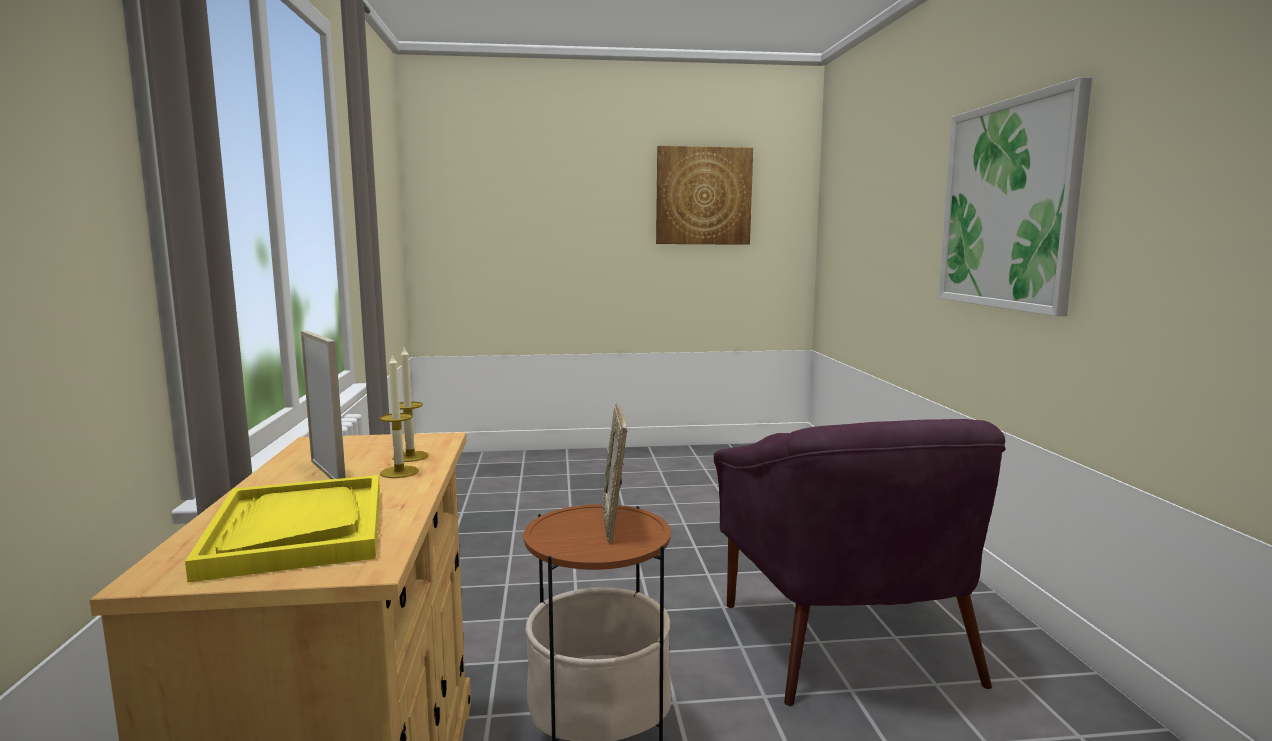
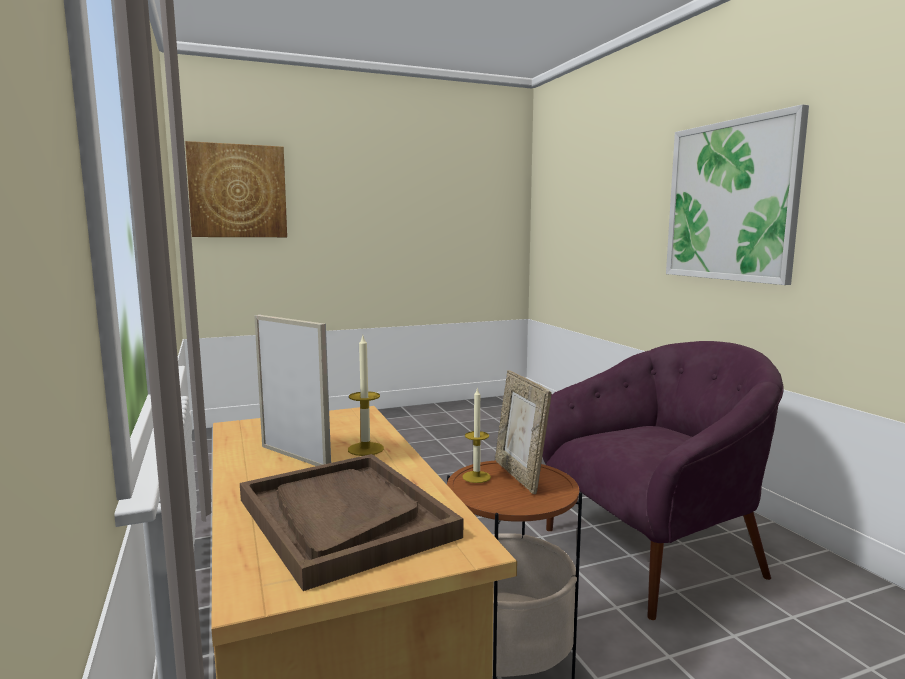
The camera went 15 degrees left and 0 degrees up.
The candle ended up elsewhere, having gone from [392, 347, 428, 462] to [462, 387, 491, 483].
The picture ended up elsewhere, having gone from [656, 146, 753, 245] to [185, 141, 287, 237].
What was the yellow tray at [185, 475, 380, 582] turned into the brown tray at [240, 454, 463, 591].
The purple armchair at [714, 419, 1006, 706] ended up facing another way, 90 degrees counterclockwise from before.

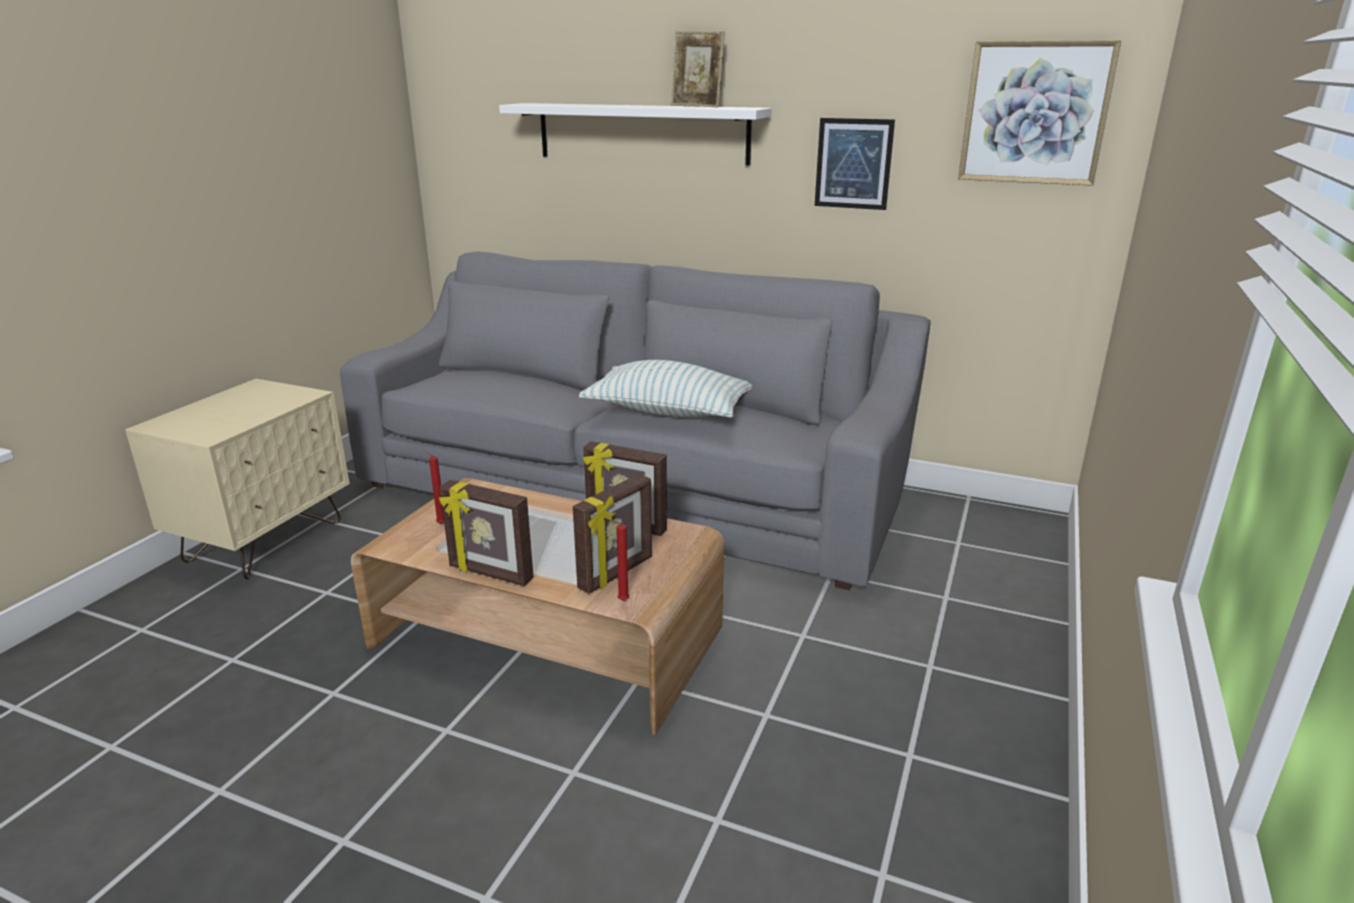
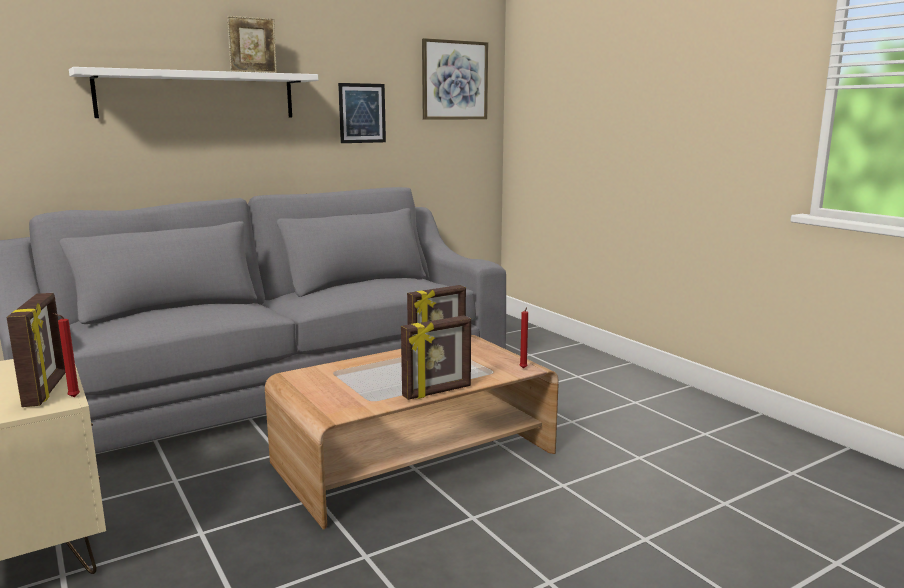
The camera went 55 degrees left and 10 degrees down.
The second view lost the pillow at [579, 360, 752, 418].
The red candle ended up elsewhere, having gone from [424, 451, 444, 524] to [52, 313, 80, 398].
The picture frame ended up elsewhere, having gone from [573, 474, 652, 594] to [7, 293, 65, 407].

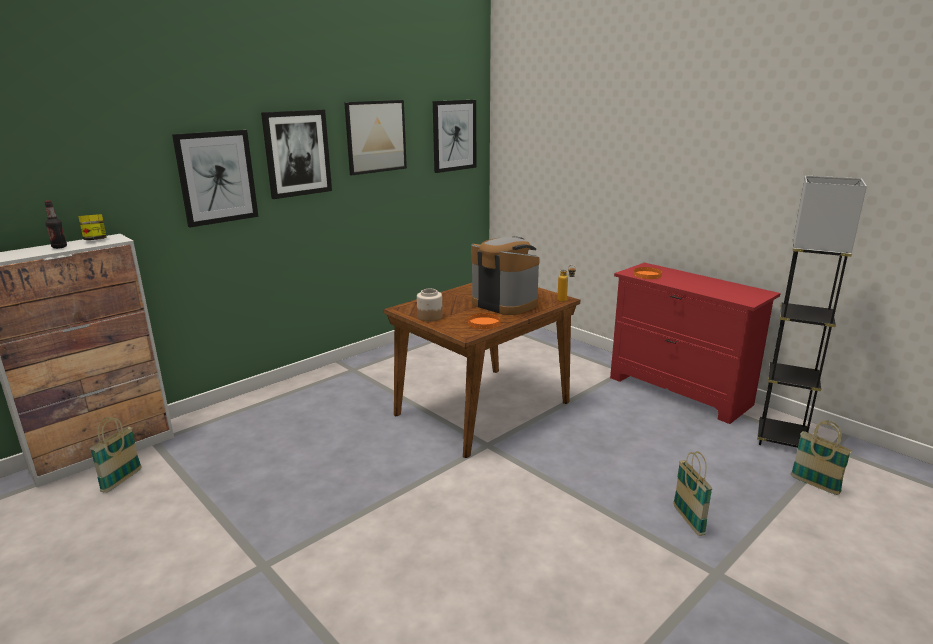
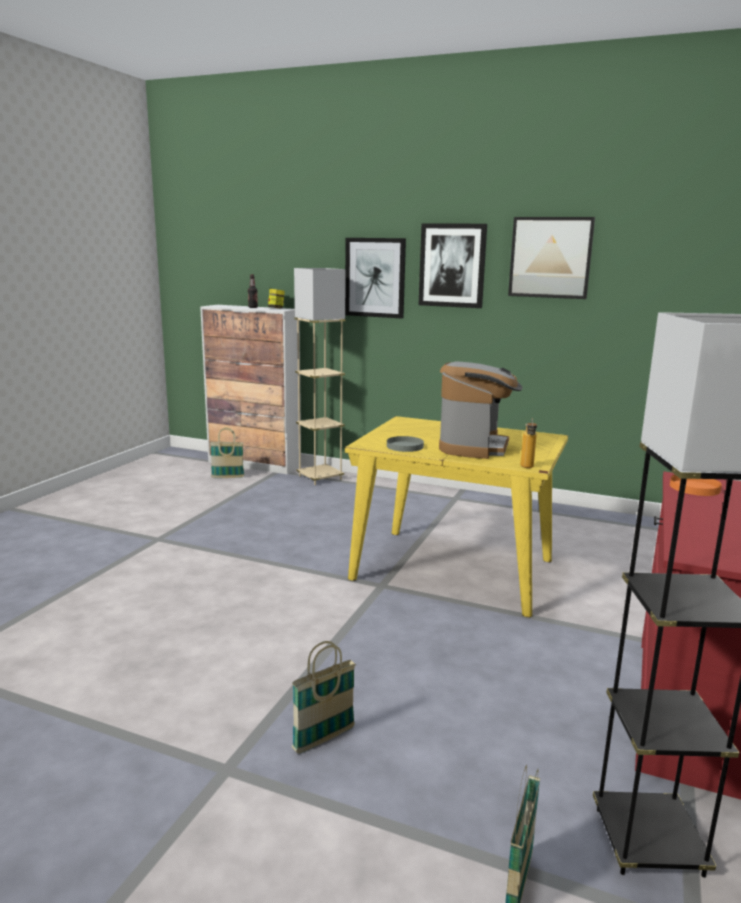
The camera went 65 degrees right and 5 degrees down.
The second view lost the jar at [417, 289, 443, 321].
The second view lost the picture at [433, 100, 476, 173].
The second view gained the beige floor lamp at [294, 268, 346, 485].
What was the brown dining table at [384, 283, 580, 458] turned into the yellow dining table at [345, 416, 568, 617].
What was the orange plate at [468, 313, 500, 329] turned into the grey plate at [387, 436, 424, 452].

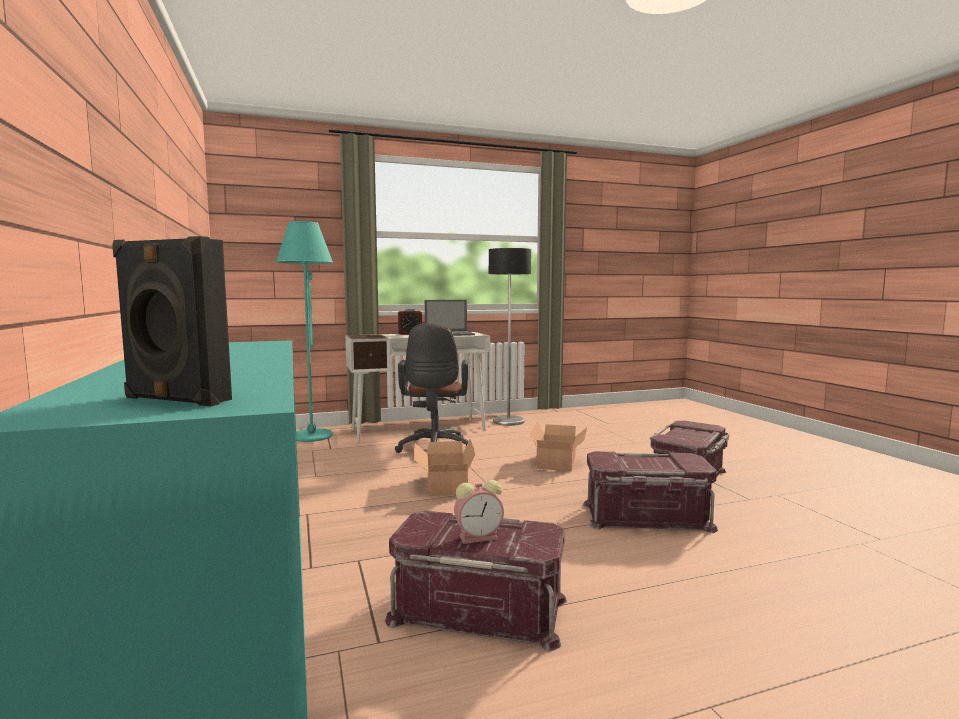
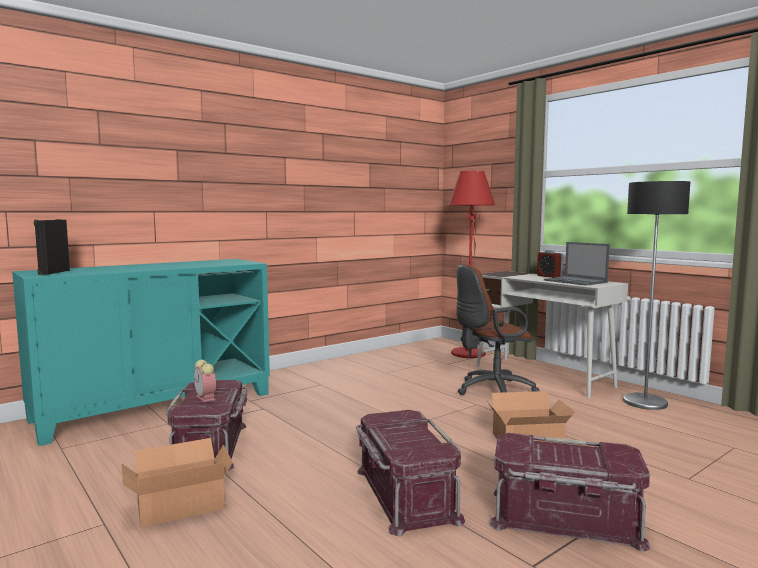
The camera went 70 degrees right and 0 degrees up.
The cardboard box ended up elsewhere, having gone from [414, 438, 475, 496] to [122, 438, 233, 528].
What was the turquoise floor lamp at [276, 221, 334, 442] turned into the red floor lamp at [448, 171, 495, 358].

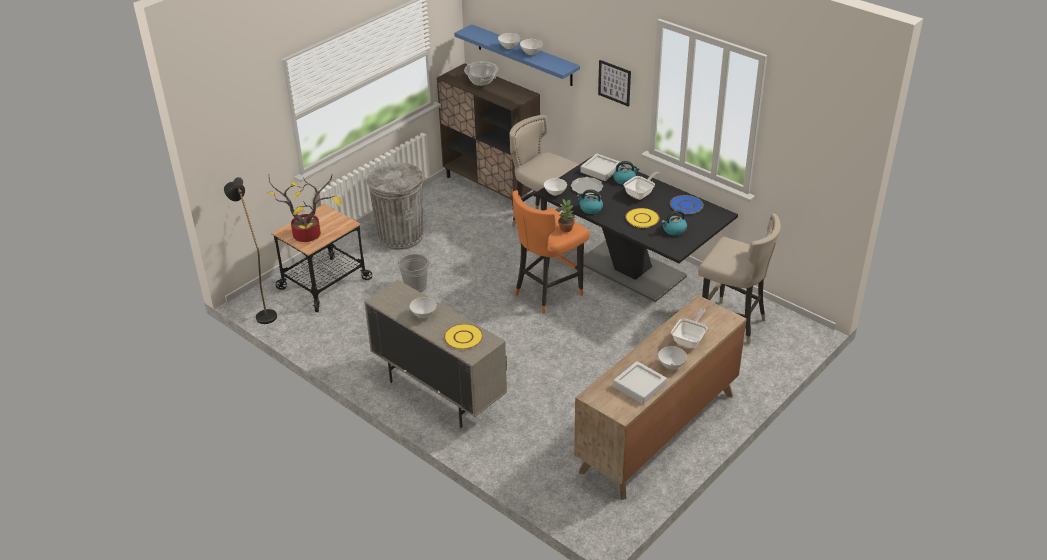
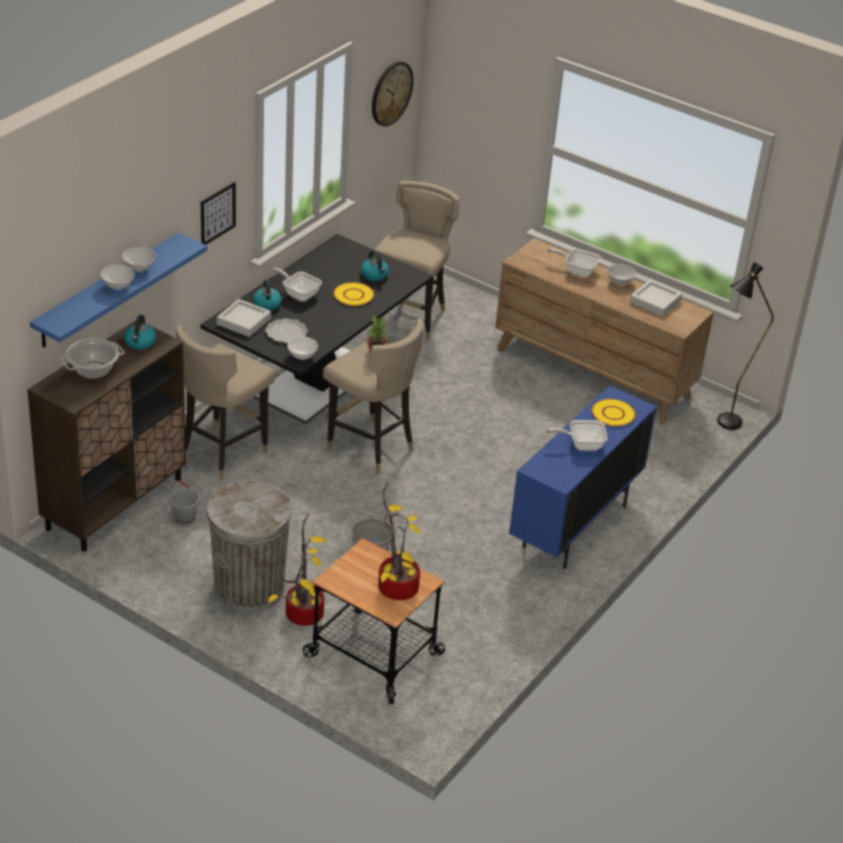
The camera went 100 degrees left and 0 degrees up.
The second view lost the blue plate at [670, 195, 703, 214].
The second view gained the grey bucket at [169, 481, 200, 524].
The second view gained the potted plant at [268, 513, 327, 626].
The second view gained the wall clock at [372, 61, 413, 126].
The black floor lamp ended up elsewhere, having gone from [224, 177, 277, 324] to [717, 262, 774, 430].
The kettle ended up elsewhere, having gone from [576, 189, 603, 214] to [124, 315, 156, 350].
Where the white bowl stood at [410, 297, 437, 318], the frying pan came to stand at [545, 420, 607, 451].
What was the beige cabinet at [364, 280, 507, 428] turned into the blue cabinet at [509, 385, 657, 569].
What was the orange stool at [512, 190, 590, 314] turned into the beige stool at [323, 318, 423, 474].

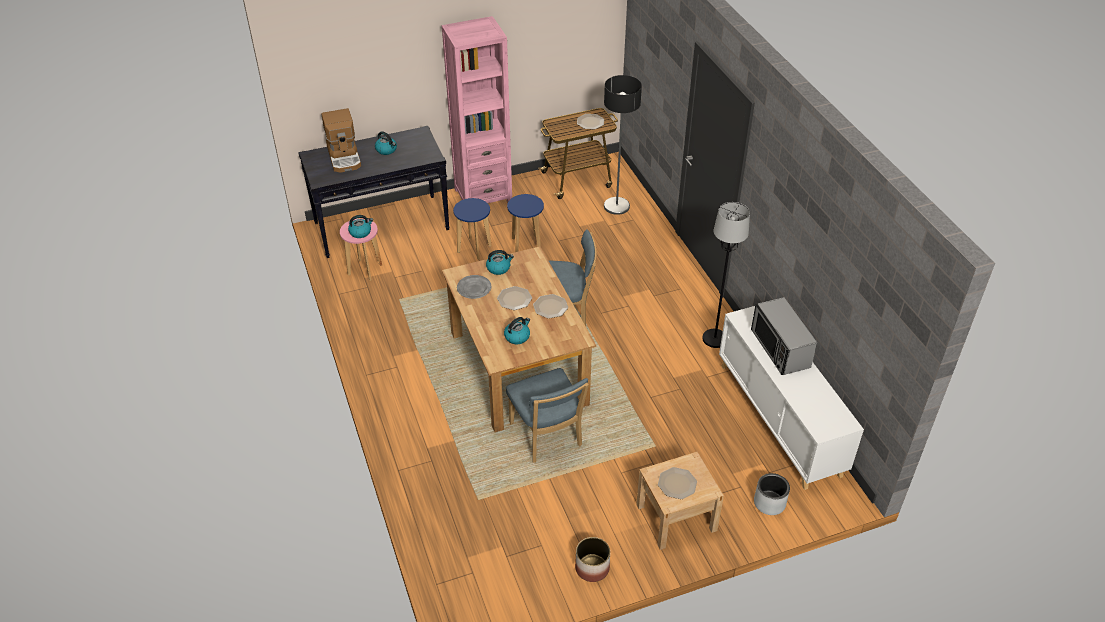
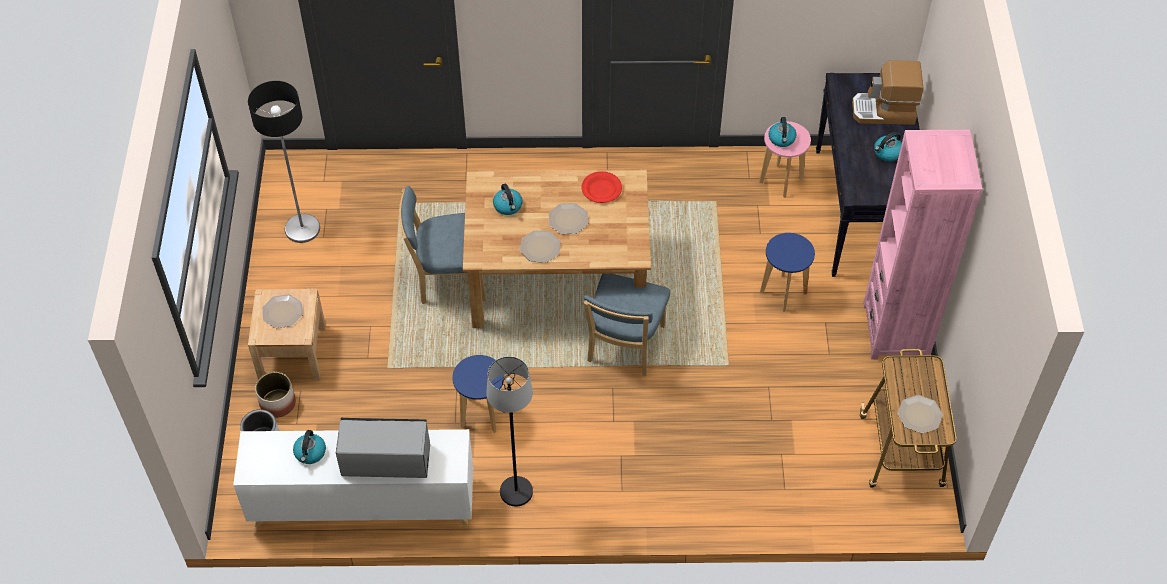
The camera went 110 degrees right and 10 degrees up.
The kettle ended up elsewhere, having gone from [486, 250, 514, 275] to [293, 430, 326, 464].
The blue stool ended up elsewhere, having gone from [507, 194, 544, 252] to [452, 355, 504, 433].
The planter ended up elsewhere, having gone from [575, 537, 610, 582] to [255, 372, 296, 418].
The floor lamp ended up elsewhere, having gone from [604, 75, 642, 215] to [248, 81, 320, 243].
What was the grey plate at [457, 275, 491, 299] turned into the red plate at [582, 171, 622, 203].

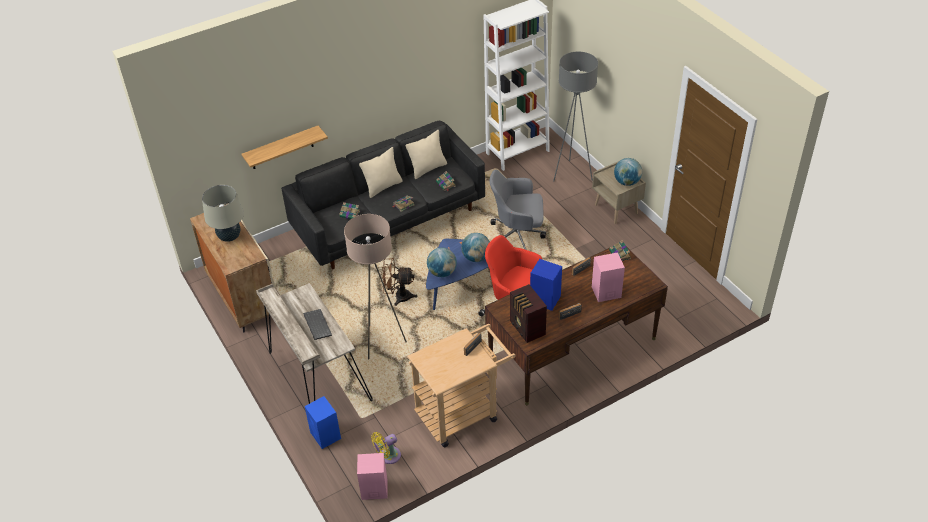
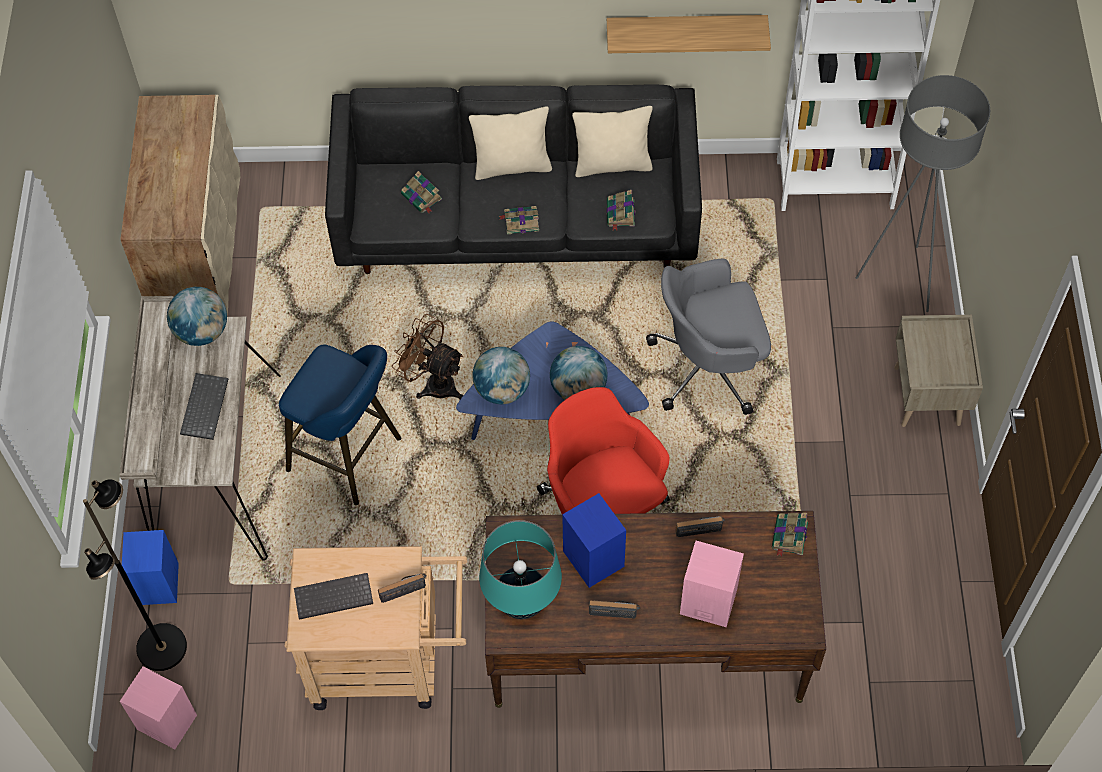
The camera went 30 degrees right and 15 degrees up.
The second view lost the beige table lamp at [202, 185, 244, 242].
The second view lost the yellow fan at [371, 432, 401, 464].
The second view gained the black floor lamp at [83, 479, 187, 671].
The second view gained the keyboard at [294, 573, 373, 620].
The shelf ended up elsewhere, having gone from [242, 126, 328, 169] to [607, 15, 771, 53].
The globe ended up elsewhere, having gone from [614, 158, 642, 186] to [167, 287, 227, 346].
Where the beige floor lamp stood at [344, 214, 407, 360], the blue stool came to stand at [279, 344, 401, 505].
Where the radio stood at [510, 284, 547, 343], the turquoise table lamp came to stand at [479, 520, 562, 619].
The grey office chair at [489, 170, 546, 250] ended up facing another way, 45 degrees counterclockwise from before.

